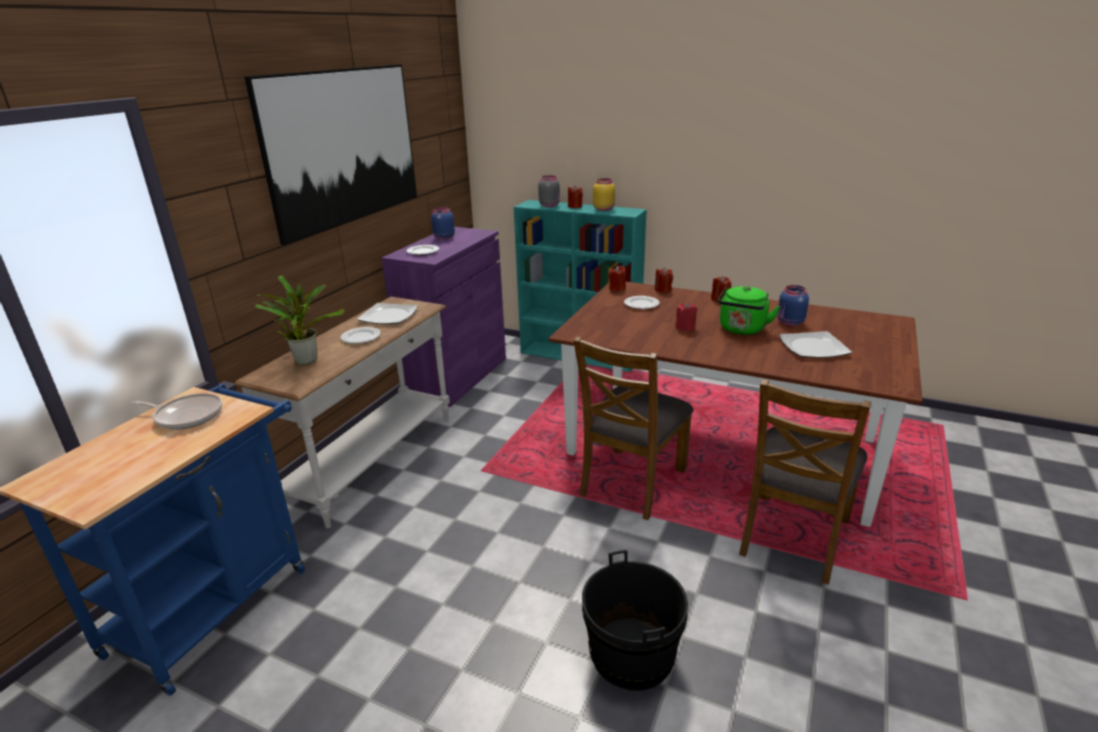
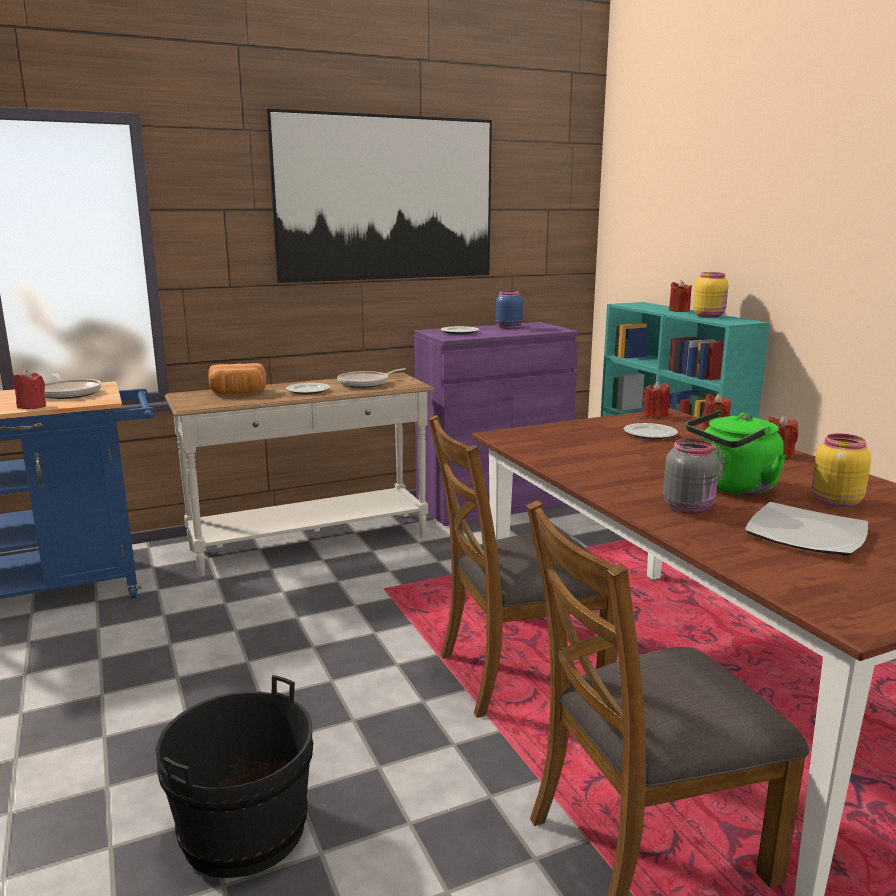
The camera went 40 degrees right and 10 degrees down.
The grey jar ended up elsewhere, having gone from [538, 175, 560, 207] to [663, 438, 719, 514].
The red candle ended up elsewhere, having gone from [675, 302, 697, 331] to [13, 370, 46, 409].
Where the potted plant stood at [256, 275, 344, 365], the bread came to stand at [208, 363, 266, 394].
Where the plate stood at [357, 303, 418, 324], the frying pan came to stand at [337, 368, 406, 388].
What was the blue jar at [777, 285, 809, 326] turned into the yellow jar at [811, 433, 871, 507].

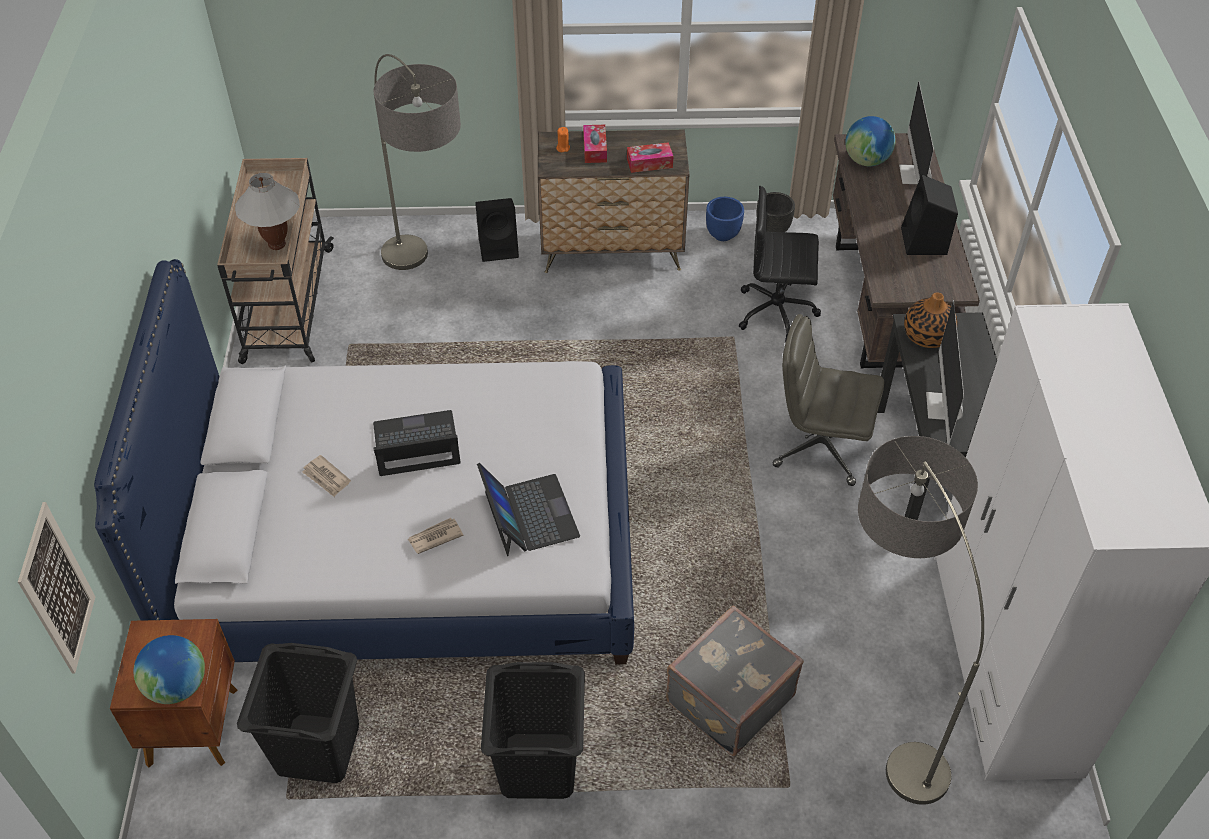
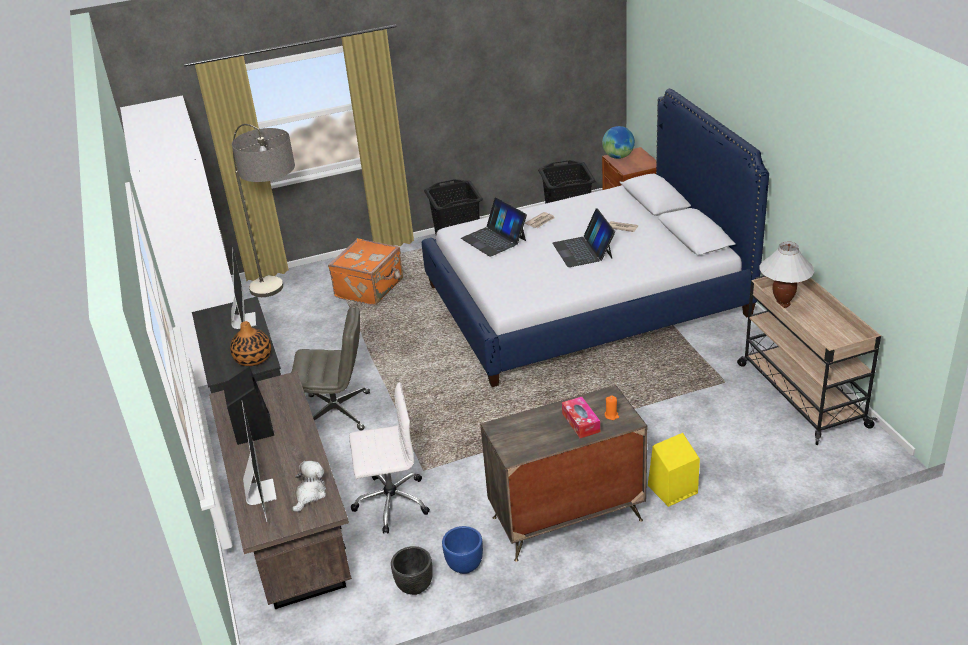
The camera went 165 degrees right and 15 degrees down.
The second view lost the picture at [18, 502, 95, 674].
The second view lost the floor lamp at [374, 54, 461, 270].
The second view lost the tissue box at [627, 142, 673, 173].
Where the globe stood at [845, 116, 896, 166], the plush toy came to stand at [292, 461, 326, 513].
What was the black speaker at [475, 198, 519, 262] turned into the yellow speaker at [648, 433, 700, 507].
What was the grey suitcase at [666, 605, 804, 756] turned into the orange suitcase at [328, 238, 403, 305].
What was the black office chair at [739, 186, 821, 342] turned into the white office chair at [349, 382, 430, 534].
The laptop at [373, 410, 461, 476] ended up facing another way, 105 degrees clockwise from before.

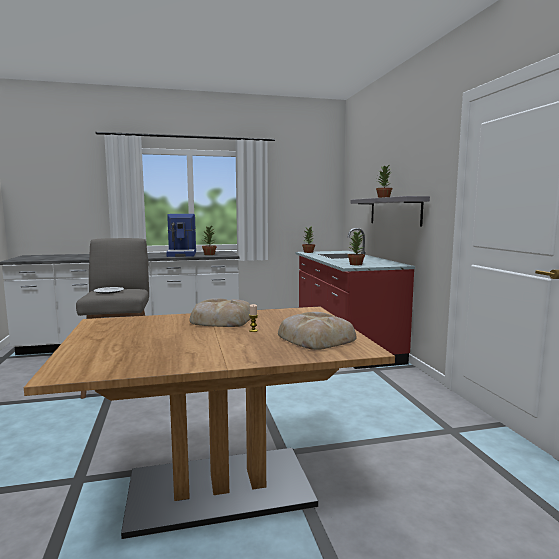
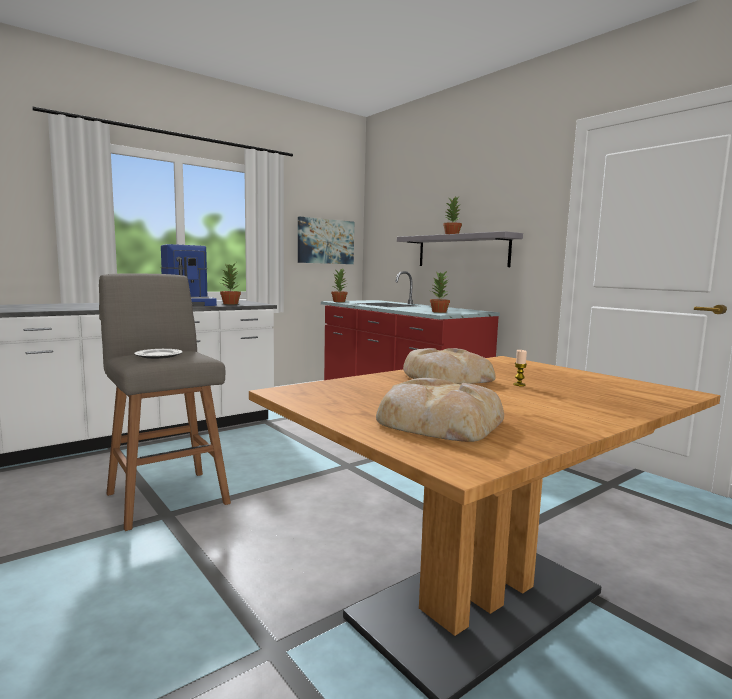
The camera went 25 degrees left and 0 degrees up.
The second view gained the picture at [298, 217, 354, 264].
The bread ended up elsewhere, having gone from [278, 312, 357, 350] to [376, 378, 504, 442].

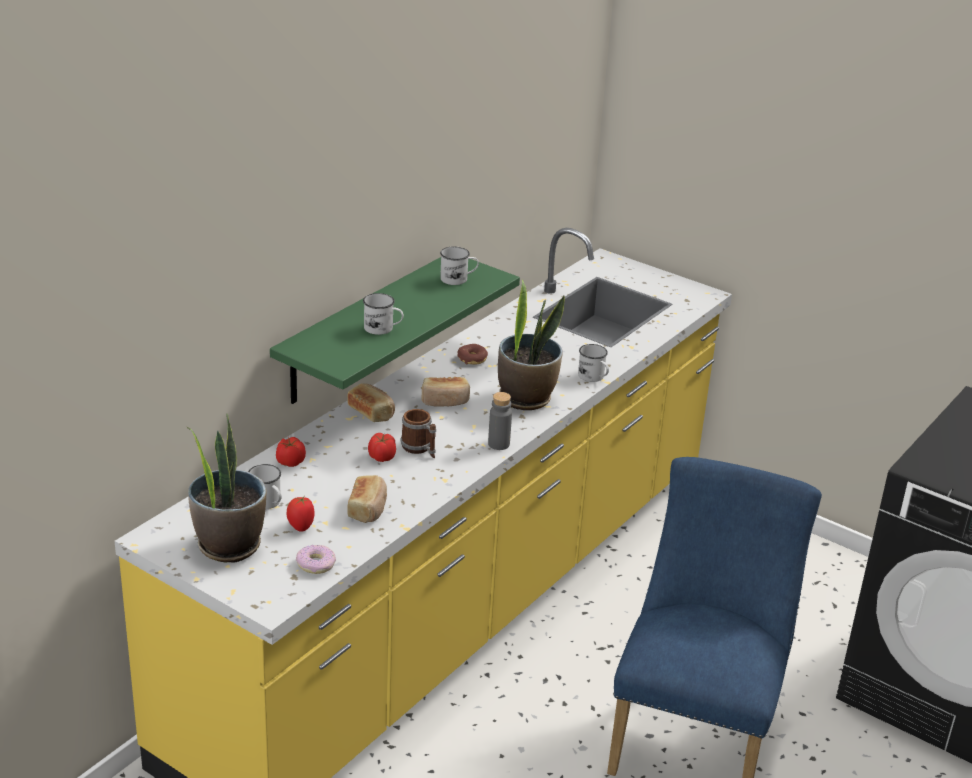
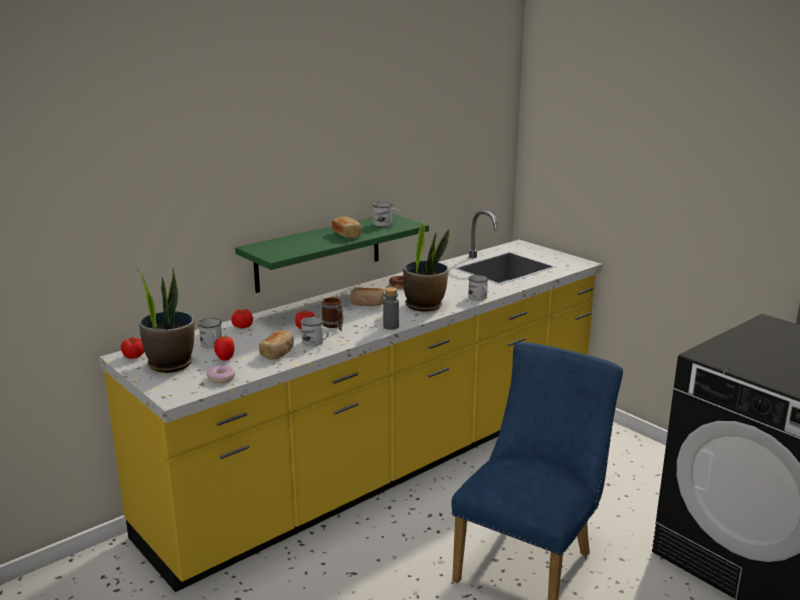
The camera went 15 degrees right and 10 degrees down.
The second view gained the tomato at [121, 337, 144, 359].
The bread ended up elsewhere, having gone from [347, 383, 395, 422] to [332, 216, 362, 238].
The white mug ended up elsewhere, having gone from [363, 293, 404, 335] to [300, 317, 329, 346].

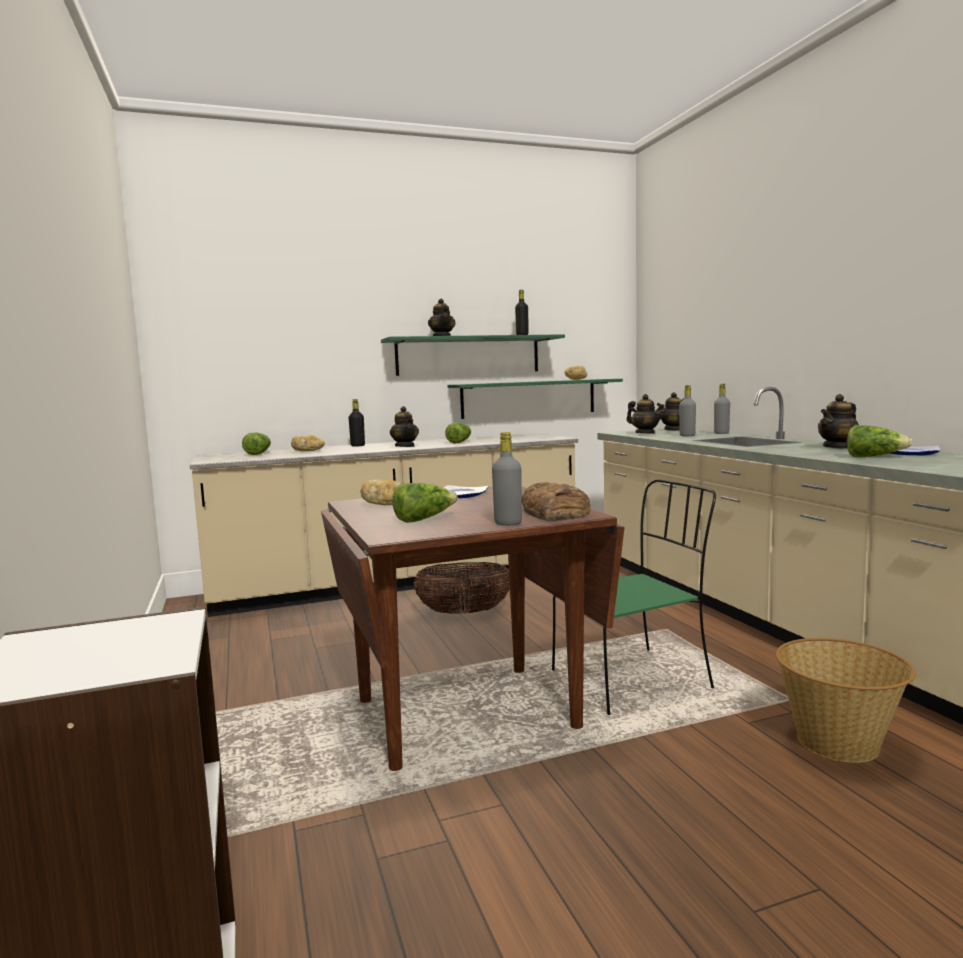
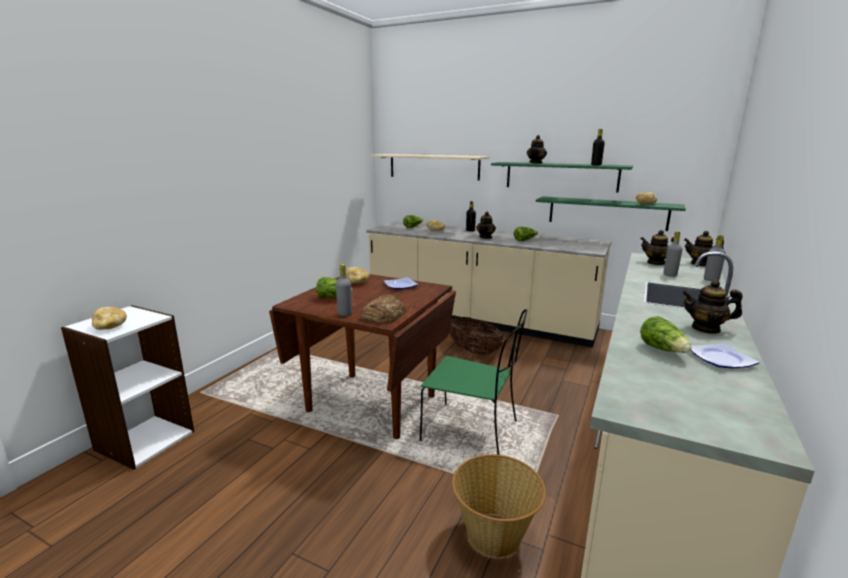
The camera went 45 degrees right and 10 degrees up.
The second view gained the bread at [92, 307, 127, 330].
The second view gained the beige shelf at [371, 154, 489, 181].
The teapot at [627, 394, 664, 433] ended up facing another way, 120 degrees clockwise from before.

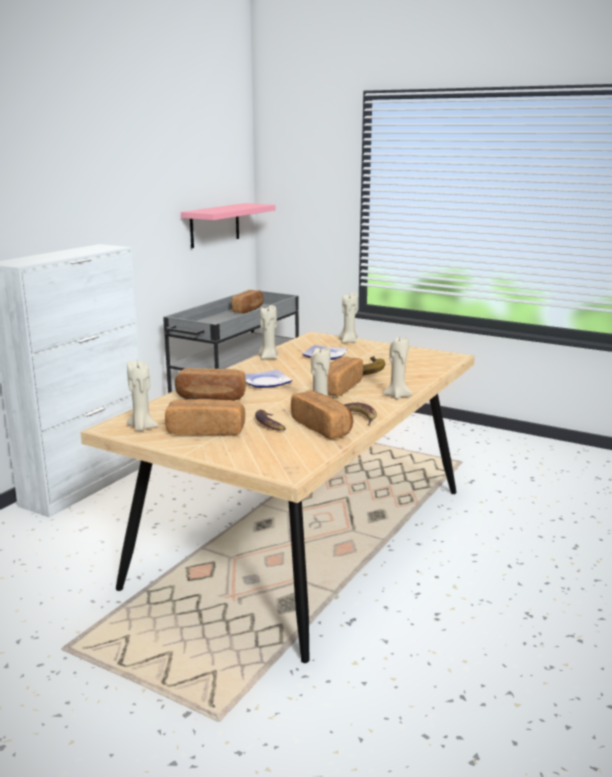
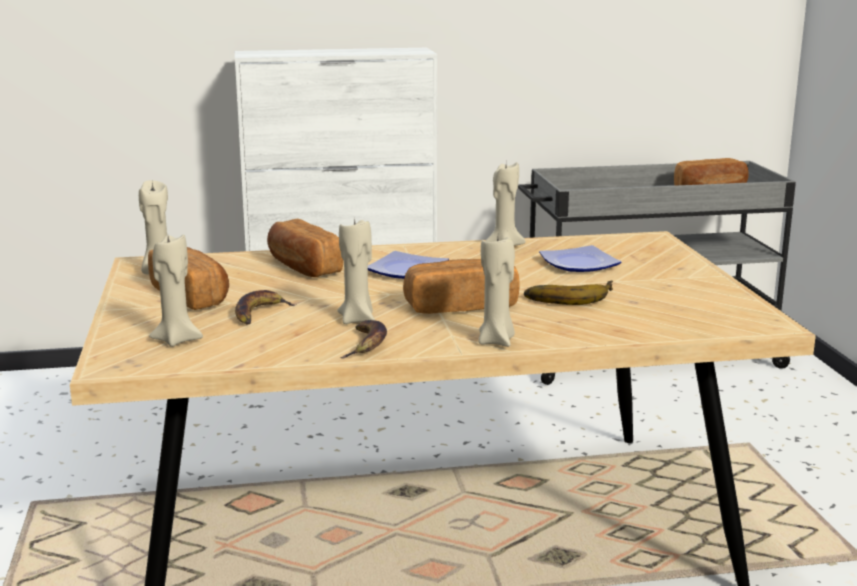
The camera went 50 degrees right and 0 degrees up.
The second view lost the pink shelf at [181, 203, 276, 248].
The second view lost the bread at [291, 390, 353, 439].
The beige candle ended up elsewhere, having gone from [339, 292, 358, 343] to [149, 234, 203, 347].

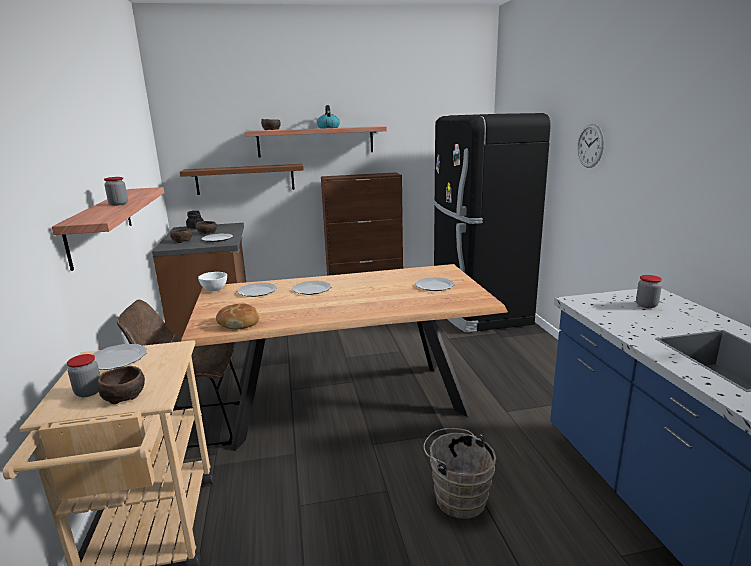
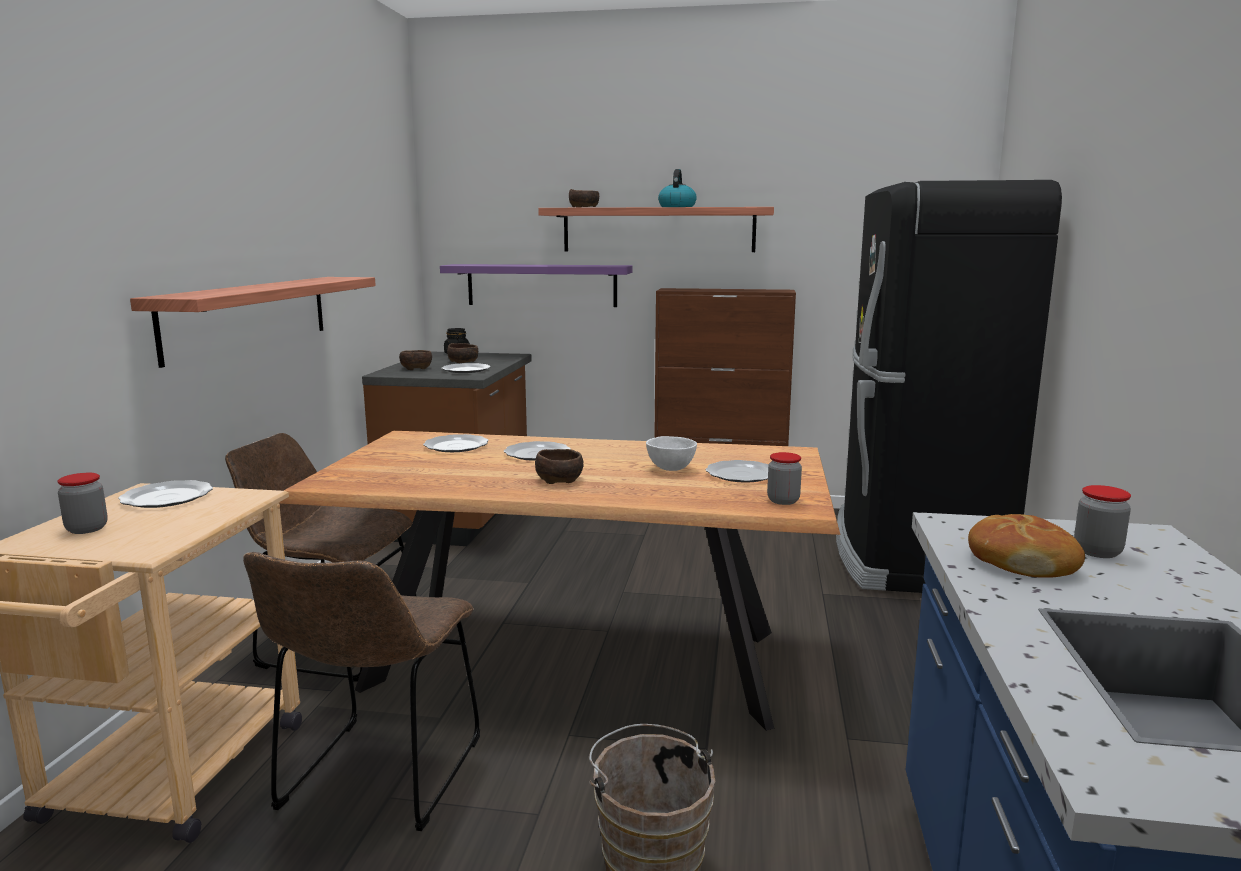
The camera went 20 degrees right and 5 degrees down.
The second view lost the wall clock at [577, 124, 604, 168].
The second view gained the brown chair at [243, 552, 480, 831].
The brown bowl ended up elsewhere, having gone from [97, 366, 145, 404] to [535, 449, 583, 484].
The jar ended up elsewhere, having gone from [104, 177, 128, 206] to [767, 452, 802, 505].
The white bowl ended up elsewhere, having gone from [198, 272, 227, 291] to [646, 436, 697, 471].
The bread ended up elsewhere, having gone from [216, 303, 259, 330] to [968, 514, 1085, 578].
What was the brown shelf at [180, 164, 304, 195] turned into the purple shelf at [440, 264, 632, 307].

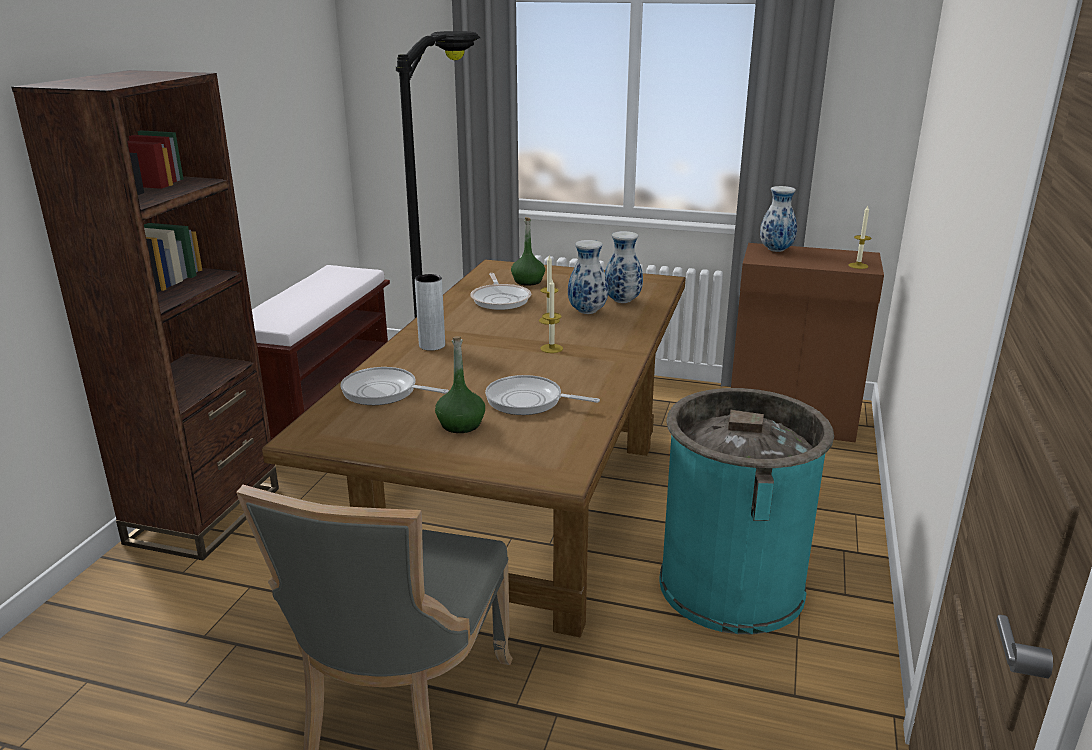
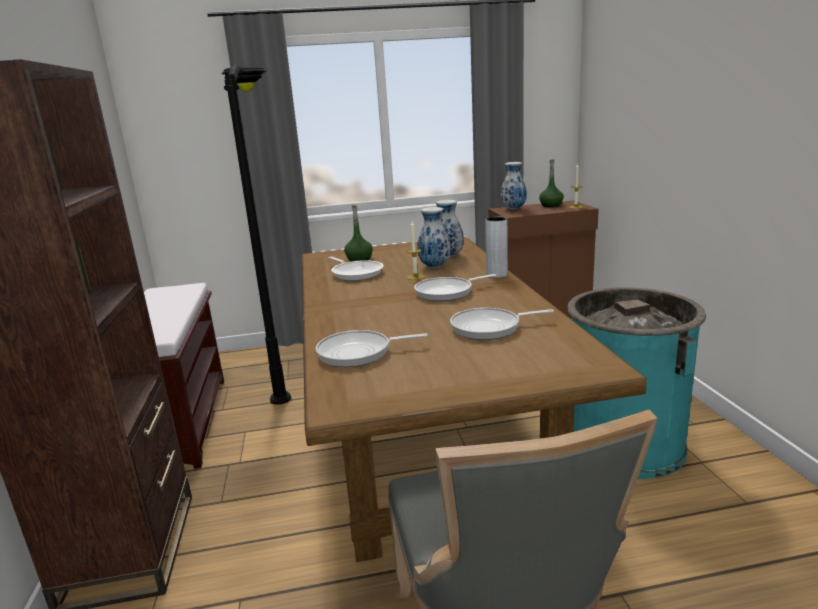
The camera went 25 degrees left and 5 degrees down.
The grey vase ended up elsewhere, having gone from [415, 274, 445, 351] to [485, 217, 508, 278].
The green bottle ended up elsewhere, having gone from [435, 336, 485, 433] to [539, 159, 564, 207].
Where the candle stood at [540, 279, 563, 353], the frying pan came to stand at [414, 274, 496, 301].

